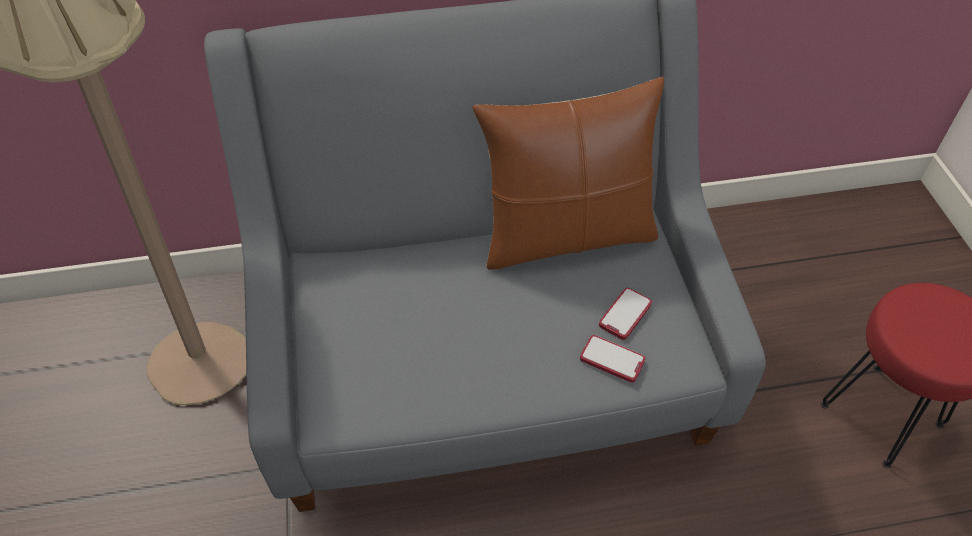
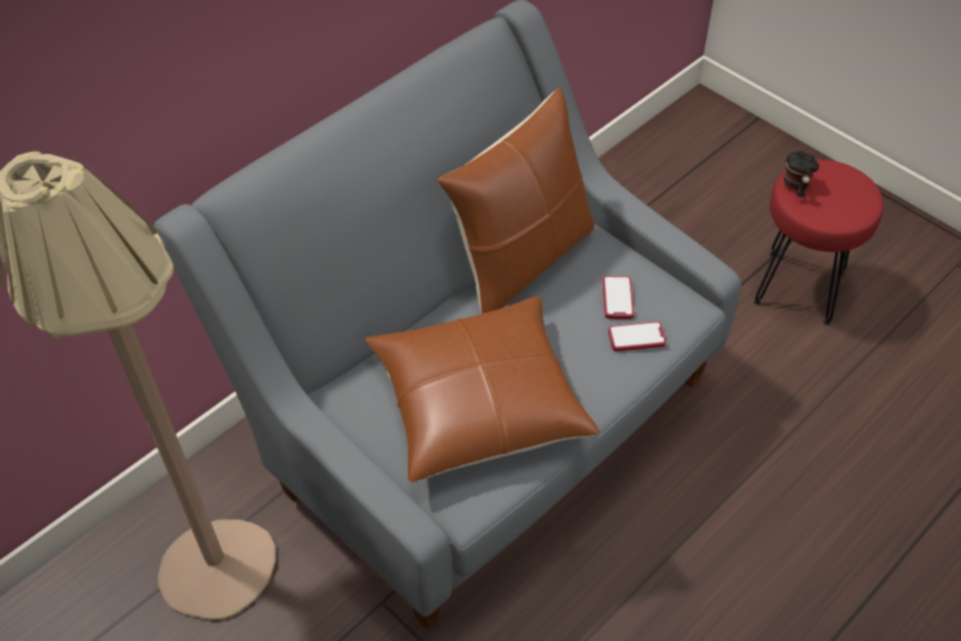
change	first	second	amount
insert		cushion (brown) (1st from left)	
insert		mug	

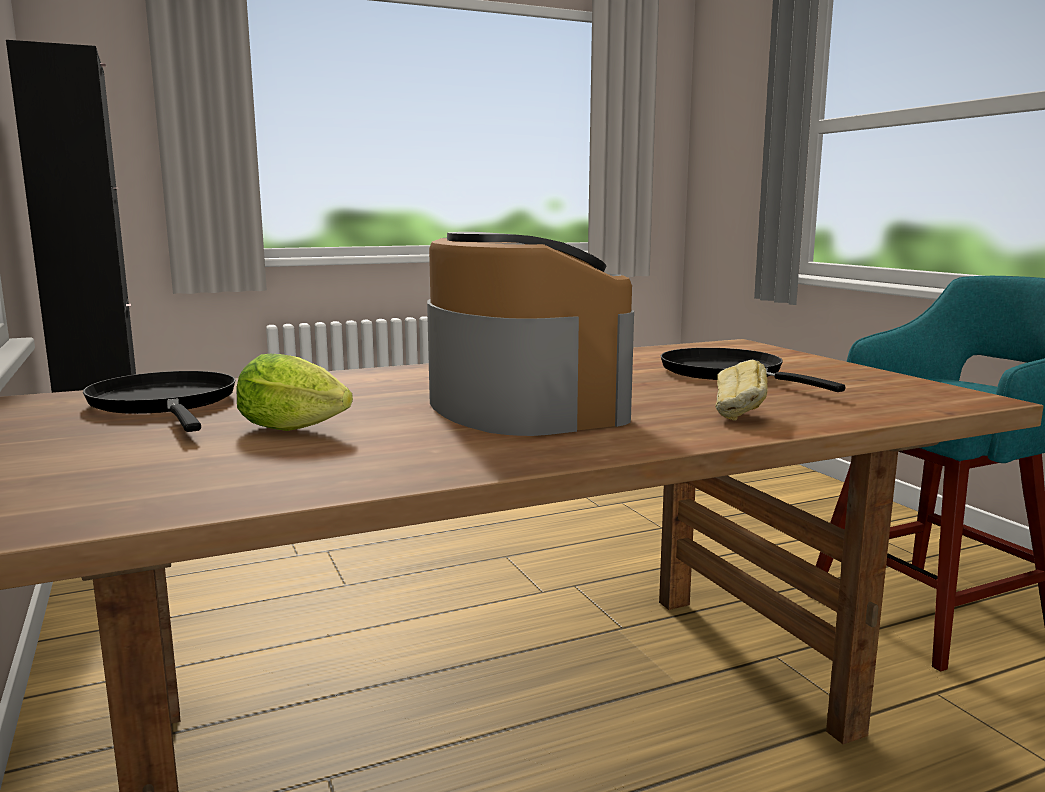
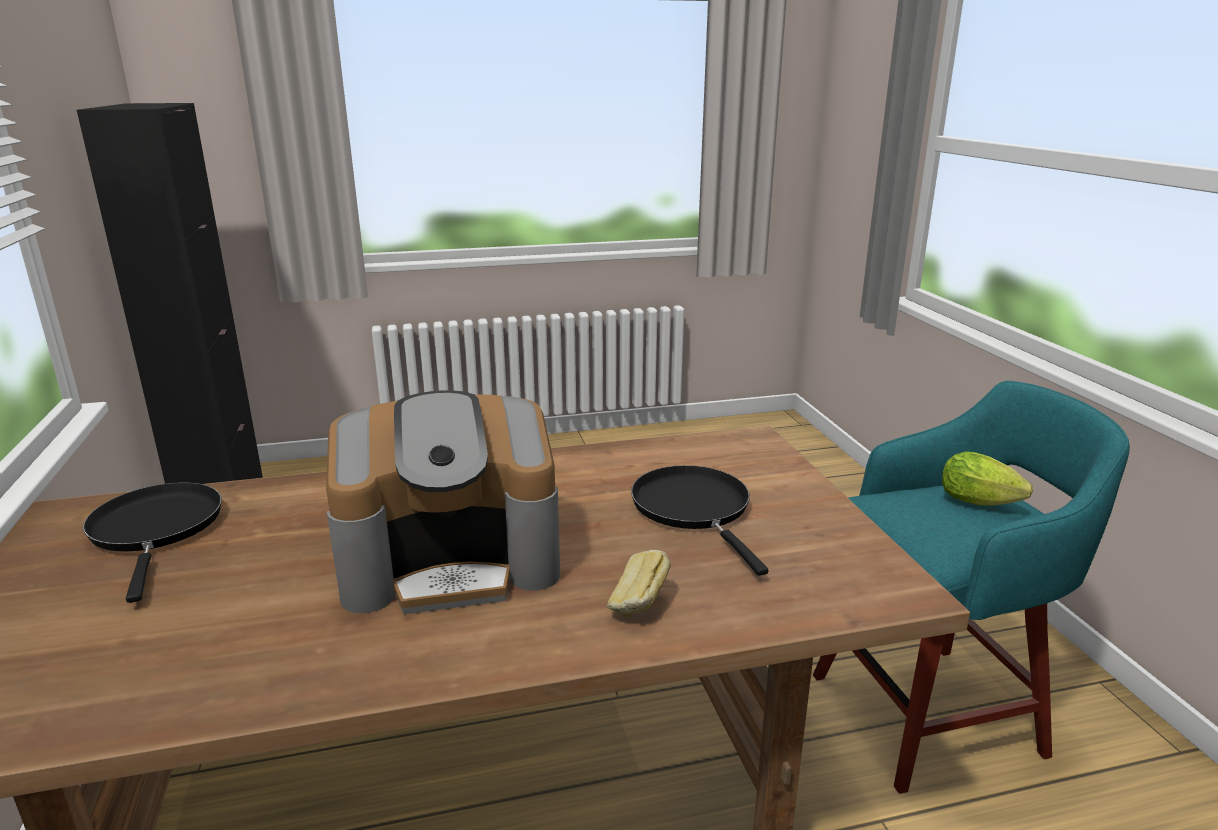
change	first	second	amount
rotate	coffee maker		90 degrees clockwise
move	head of lettuce		

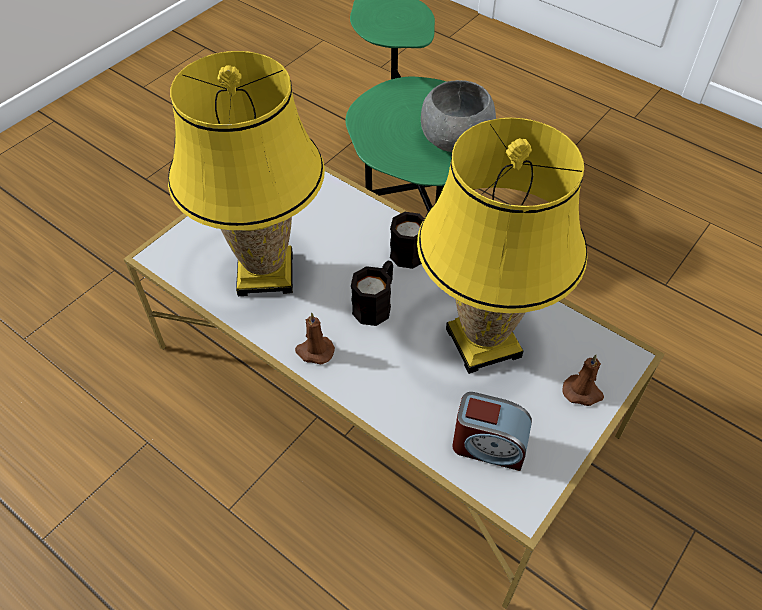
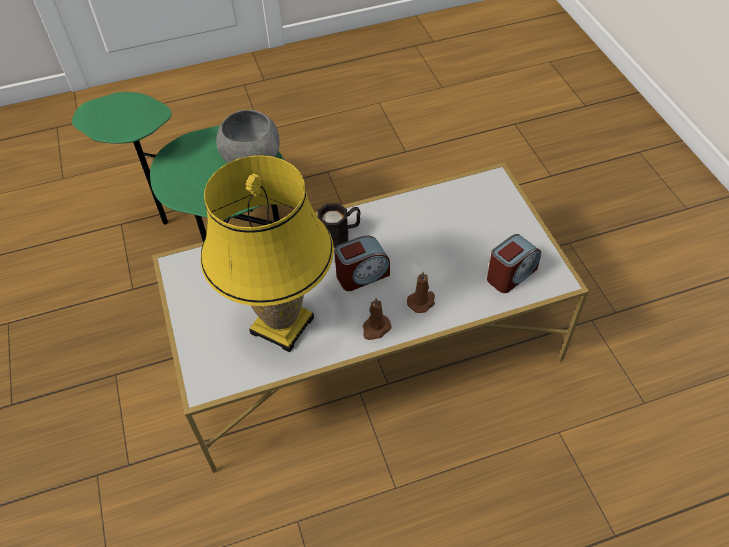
change	first	second	amount
replace	mug (blackish) (1st from left)	table clock (1st from left)	
move	candle (brown) (2nd from left)		
delete	tabletop lamp (yellow) (2nd from left)		

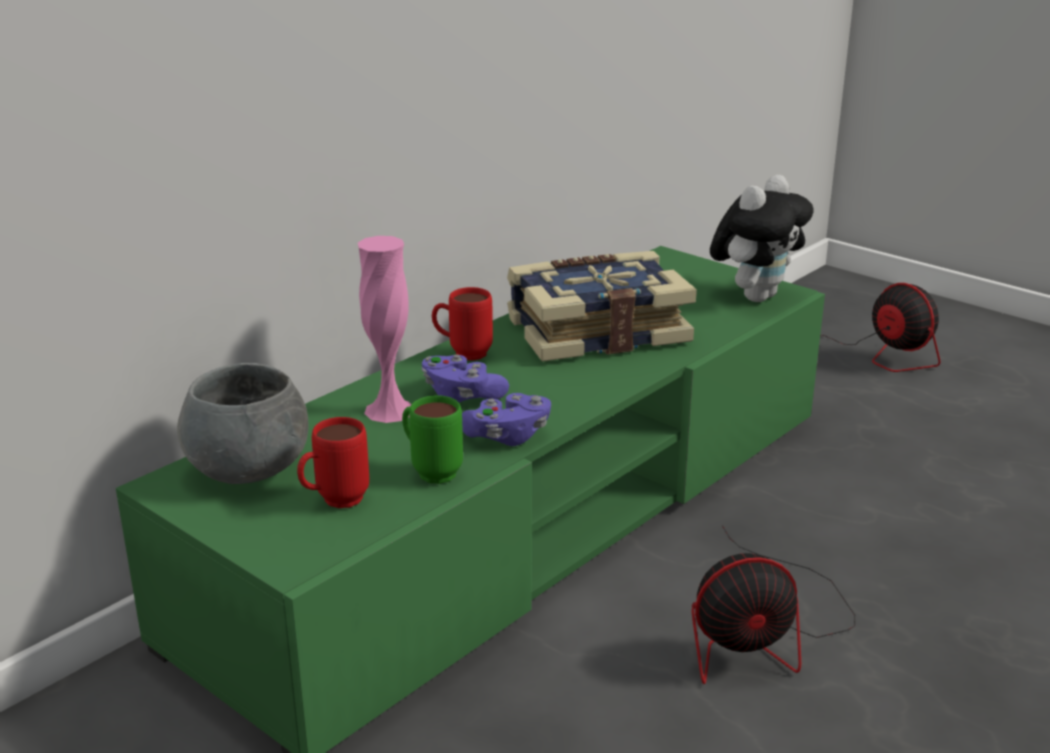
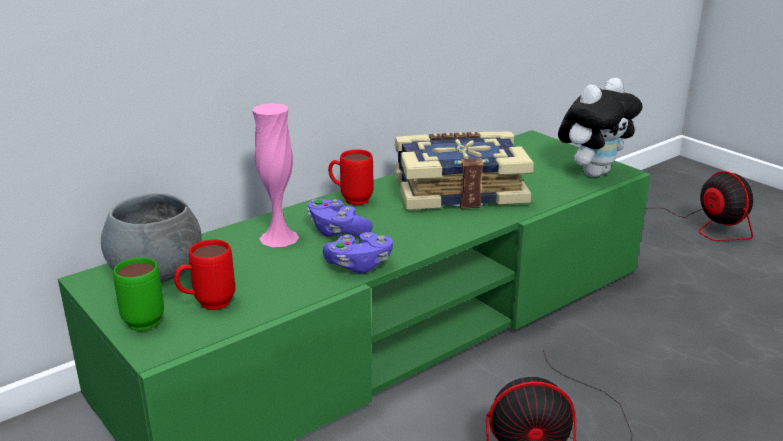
change	first	second	amount
move	mug (green-coloured)		

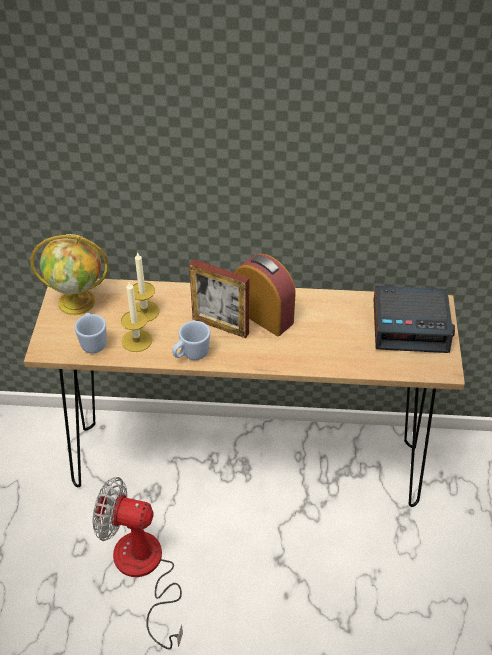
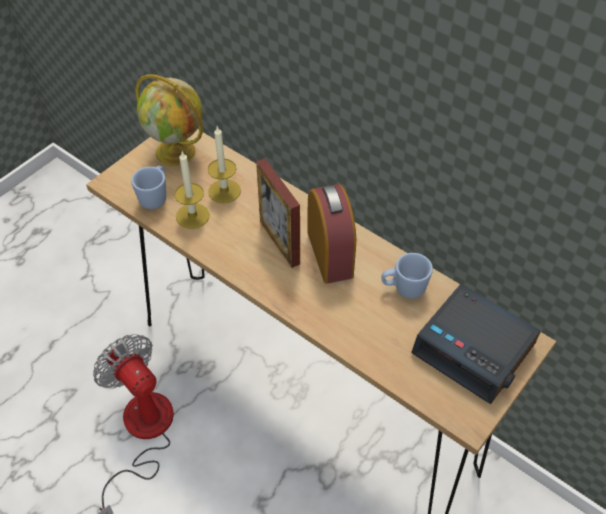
change	first	second	amount
move	mug (blue-coloured) (2nd from left)		

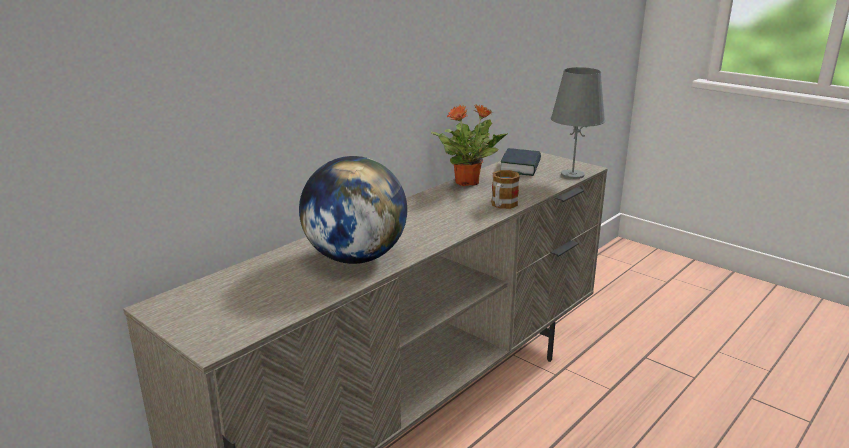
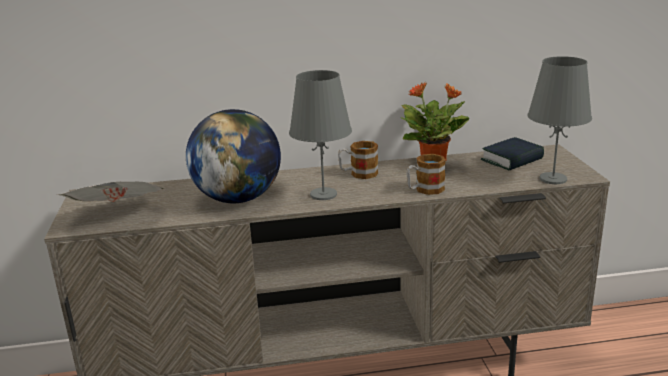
change	first	second	amount
insert		daily paper	
insert		tabletop lamp (grey) (1st from left)	
insert		mug (1st from left)	

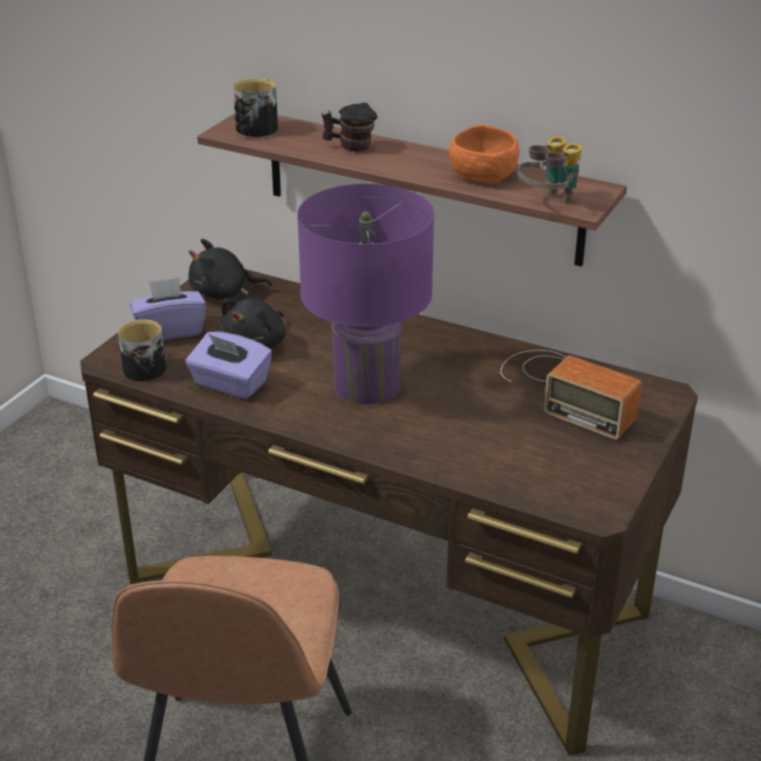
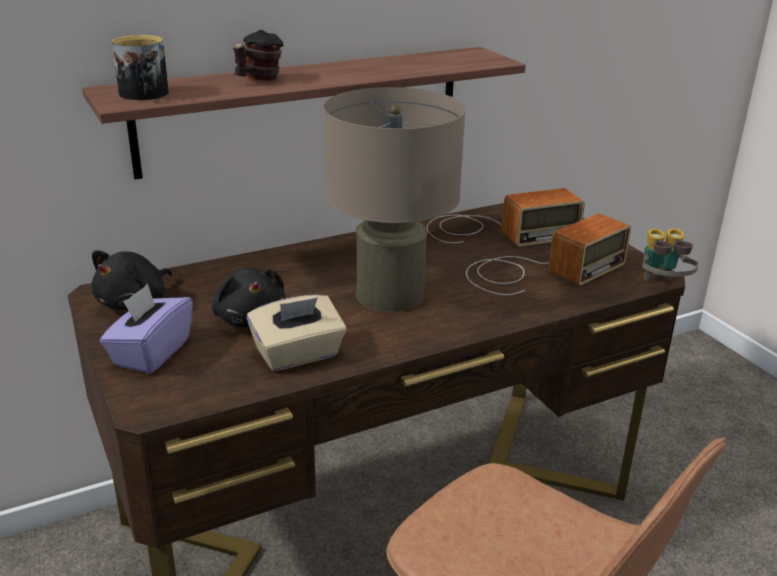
change	first	second	amount
recolor	box of tissues (purple) (2nd from left)	box of tissues (sand-coloured)	
recolor	tabletop lamp (purple)	tabletop lamp (sand-coloured)	
insert		radio set (2nd from left)	
move	binoculars		
delete	mug (1st from left)		
delete	bowl (orange-coloured)		

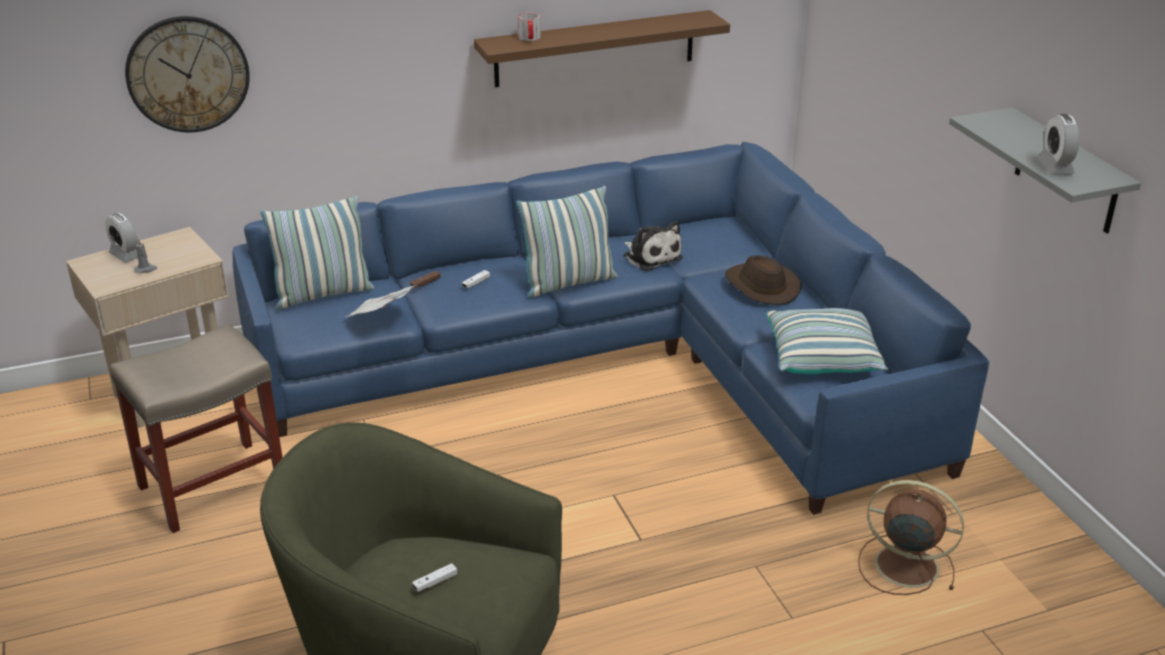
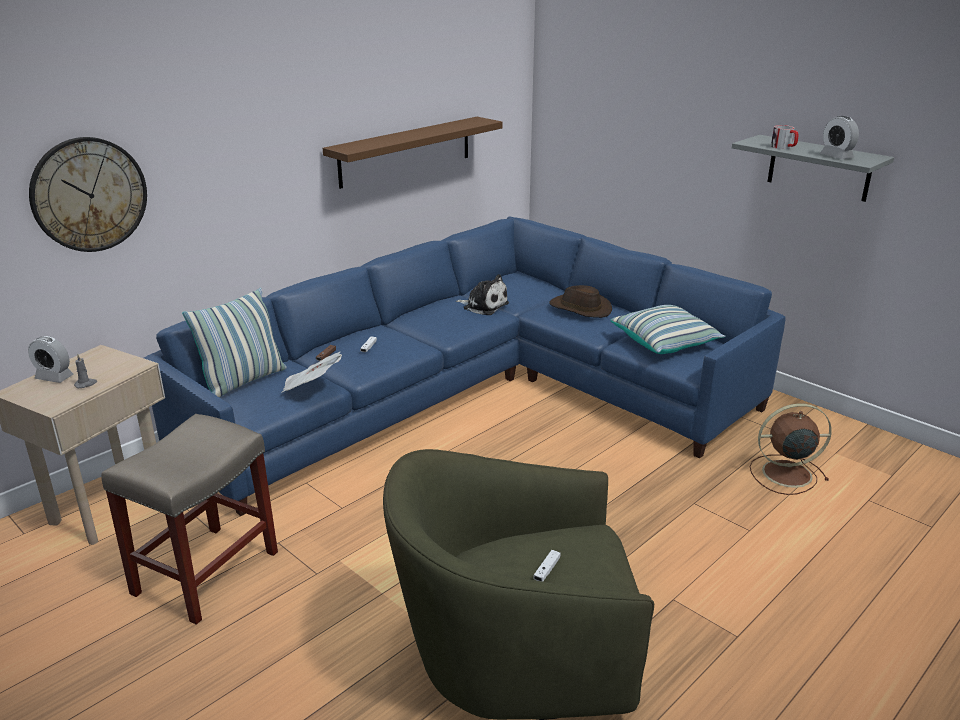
change	first	second	amount
move	mug		
delete	cushion (2nd from left)		

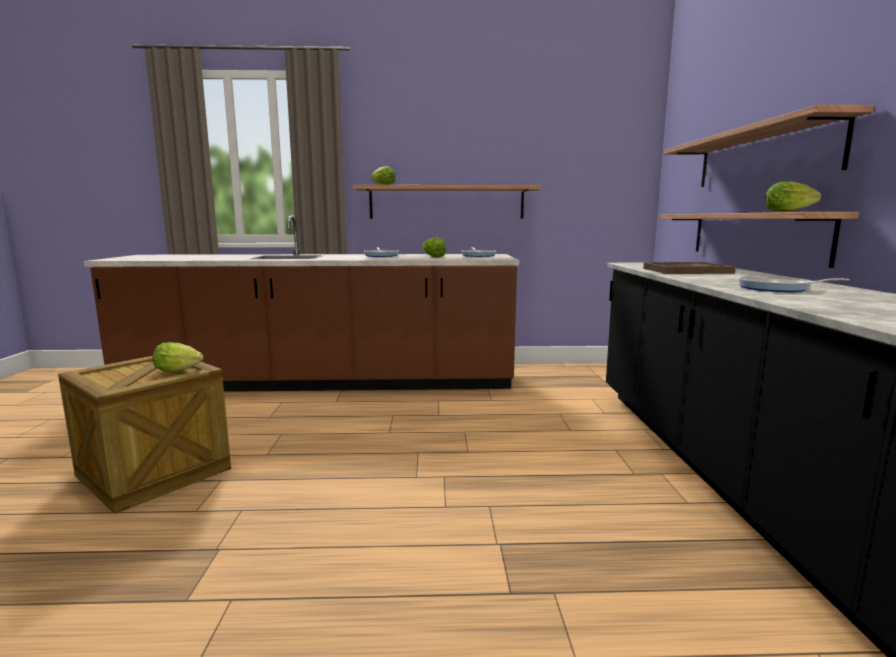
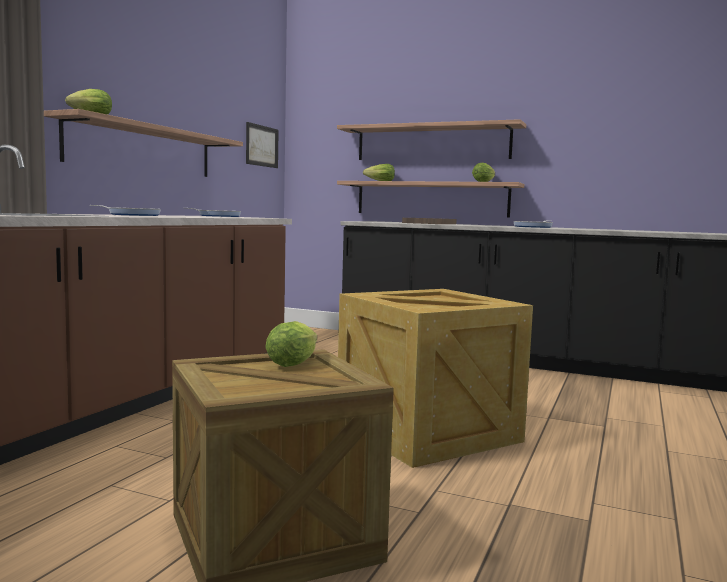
change	first	second	amount
insert		wall picture	
insert		shipping crate (2nd from left)	
move	head of lettuce (3rd from left)		

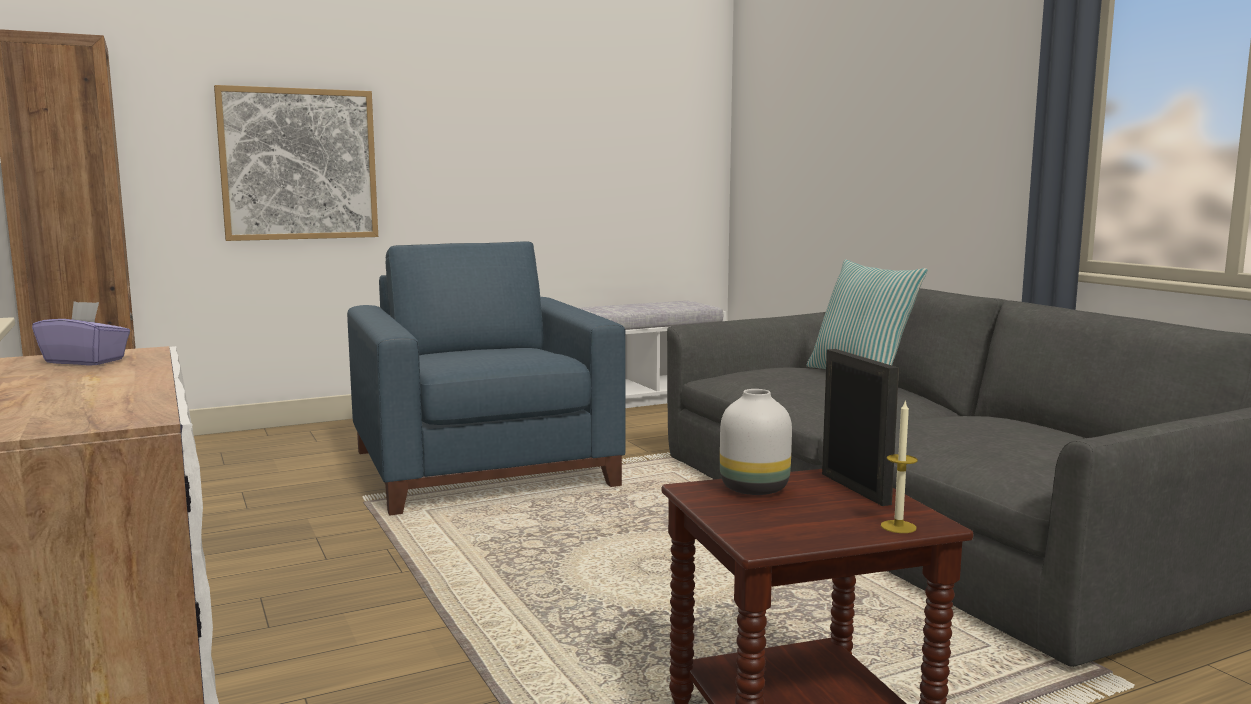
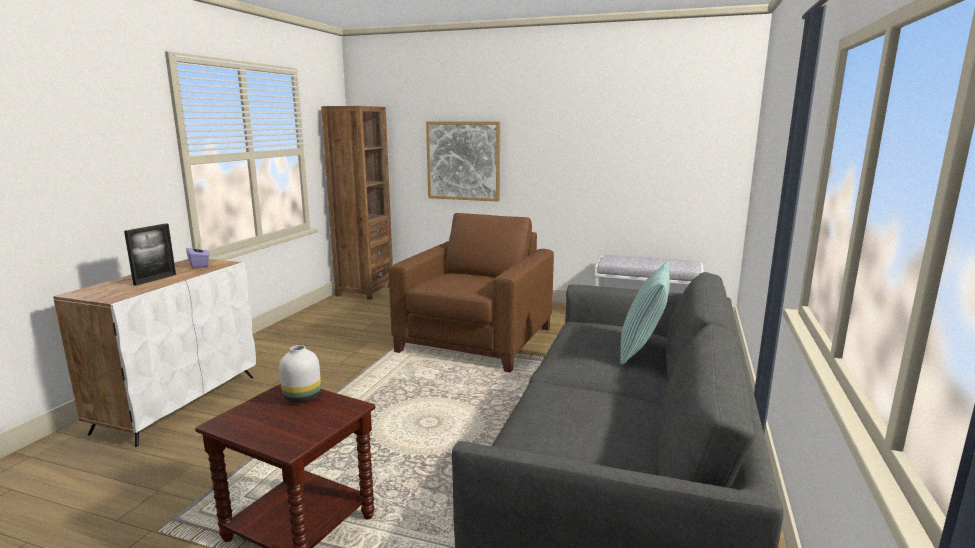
change	first	second	amount
move	picture frame		
recolor	lounge chair (blue-coloured)	lounge chair (brown)	
delete	candle		

